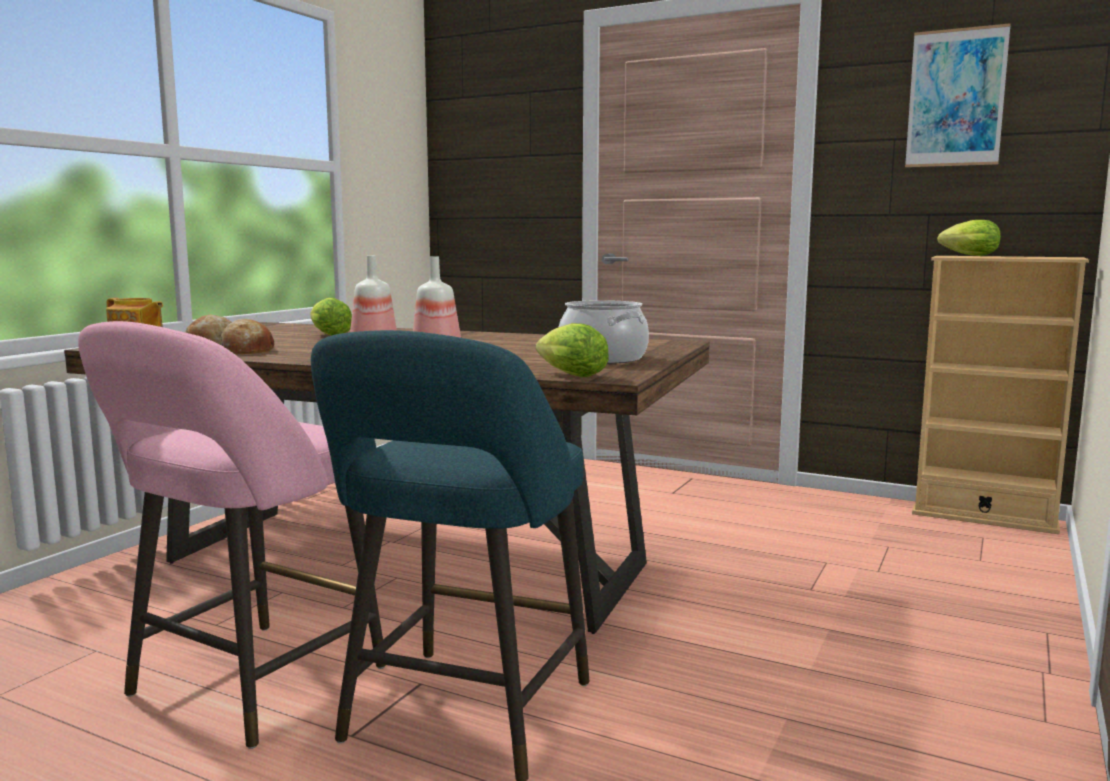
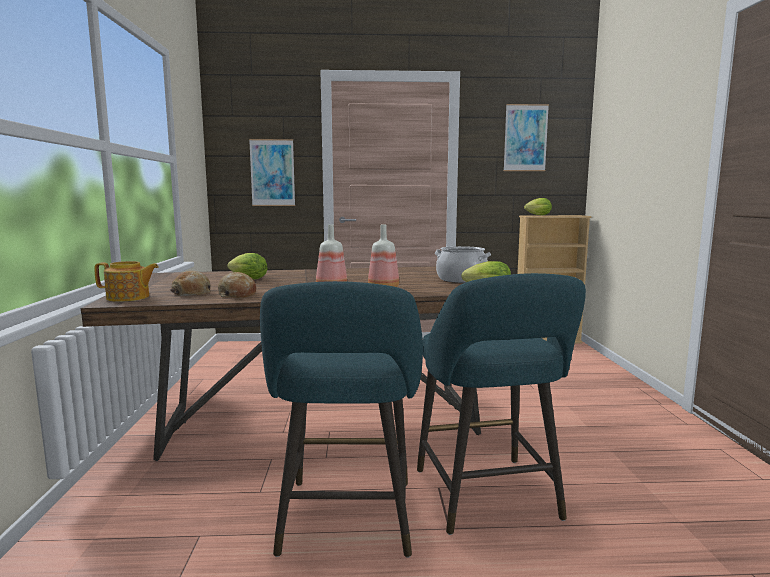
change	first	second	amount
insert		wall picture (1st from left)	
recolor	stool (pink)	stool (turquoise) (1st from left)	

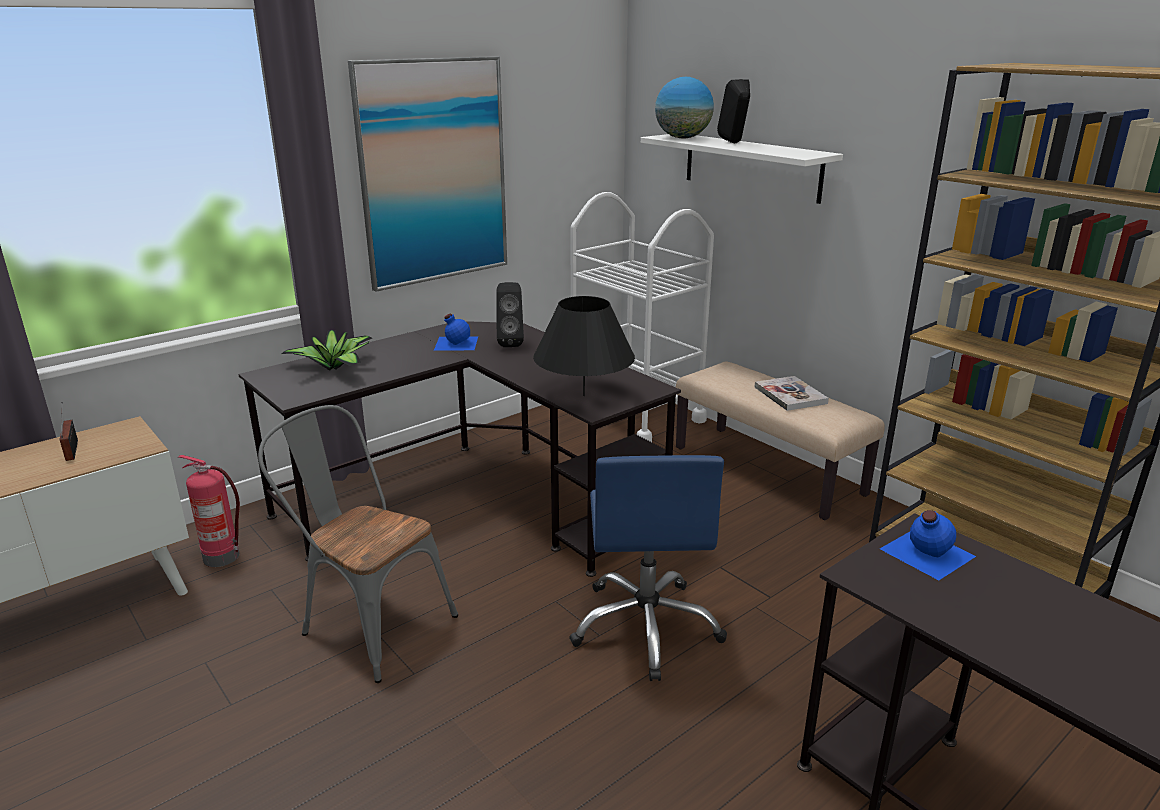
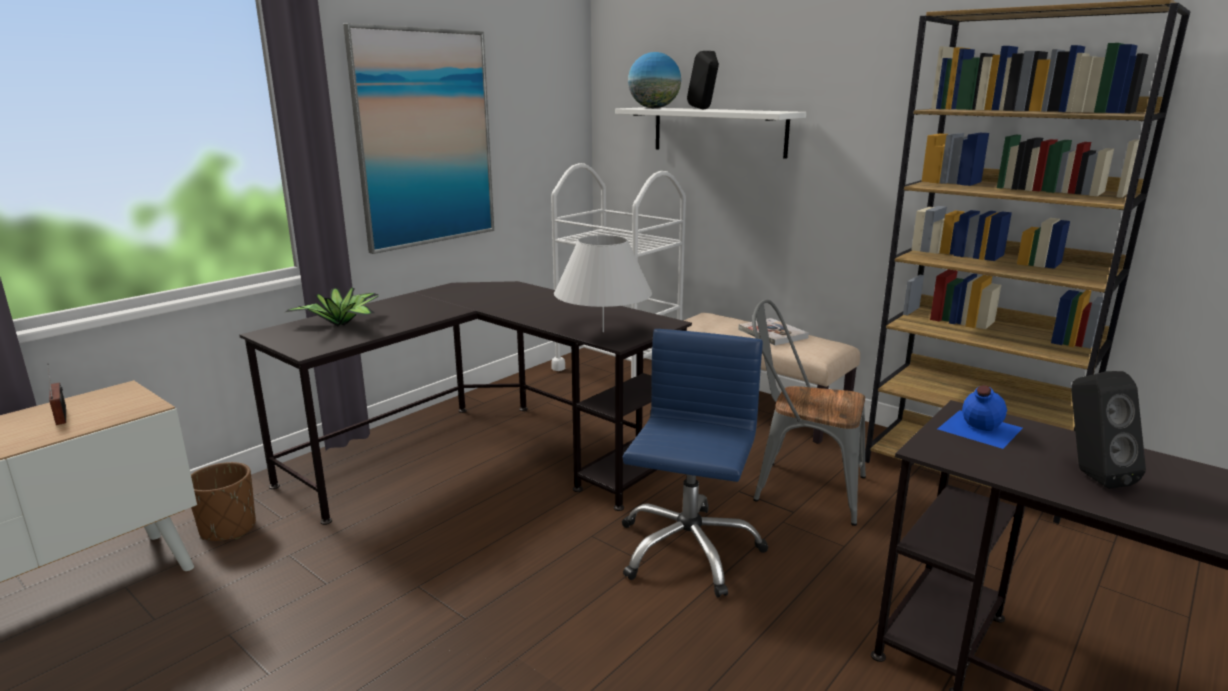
change	first	second	amount
replace	fire-fighting cylinder	flower pot (brown)	
recolor	tabletop lamp (blackish)	tabletop lamp (white)	
rotate	desk chair (blue-coloured)		150 degrees counterclockwise
move	plain chair (grey)		
move	audio speaker (blackish) (1st from left in the first image)	audio speaker (blackish) (2nd from left)	
delete	beverage bottle (blue-coloured) (1st from left)		

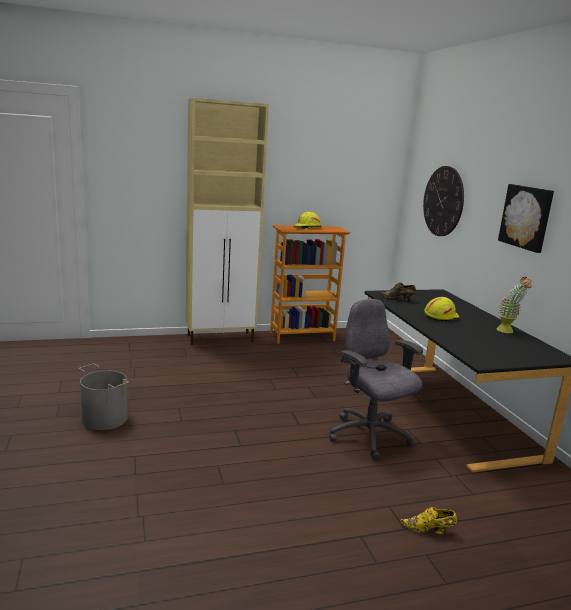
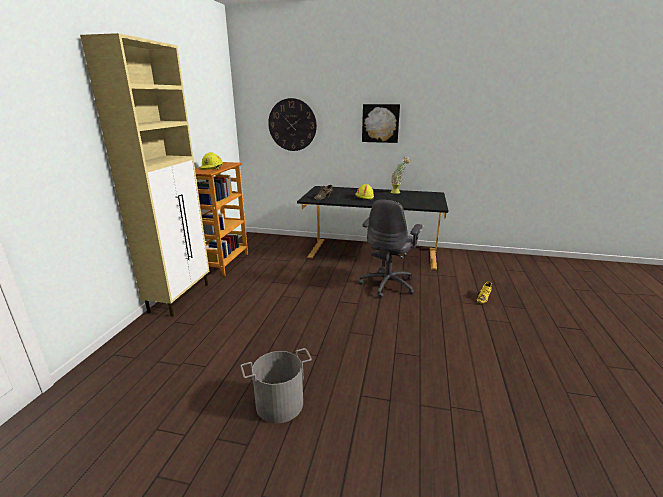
change	first	second	amount
rotate	desk chair (grey)		60 degrees counterclockwise

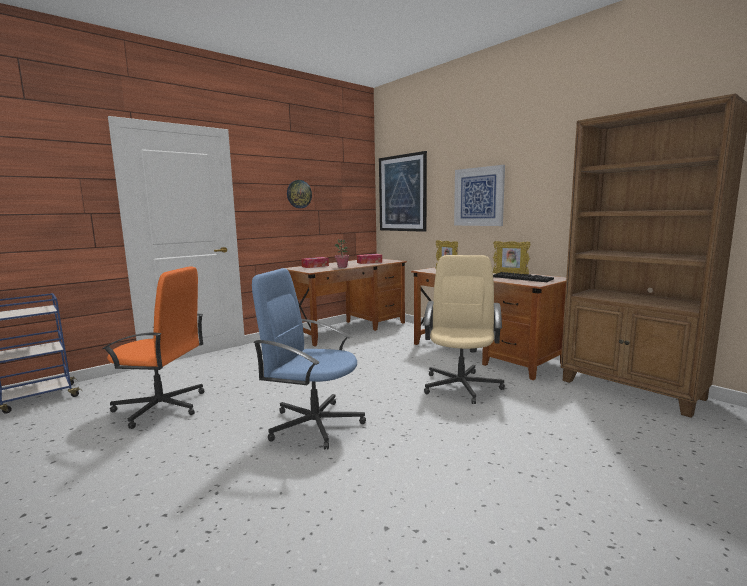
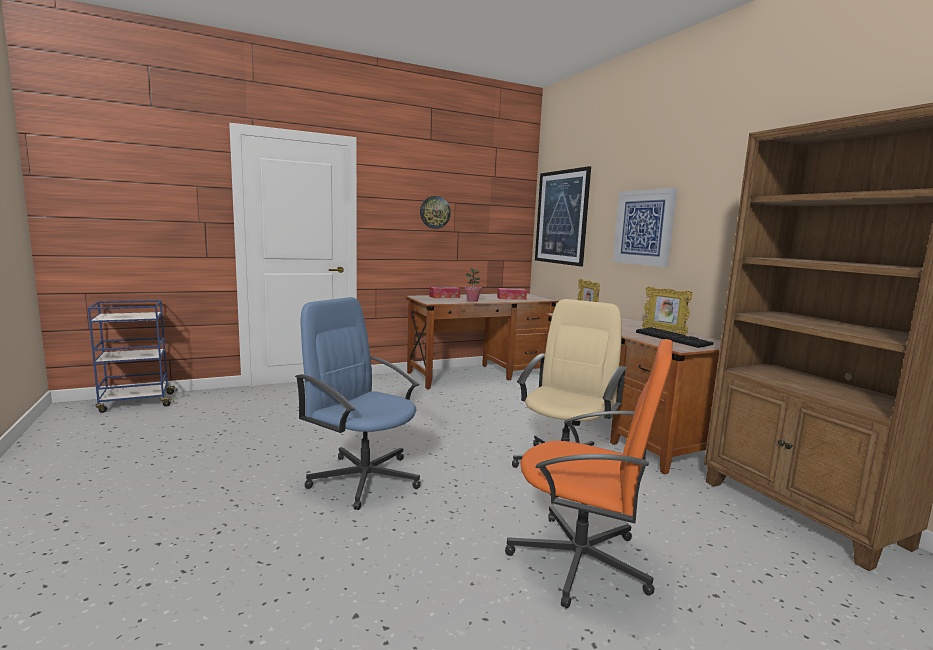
change	first	second	amount
move	desk chair (orange-coloured)		

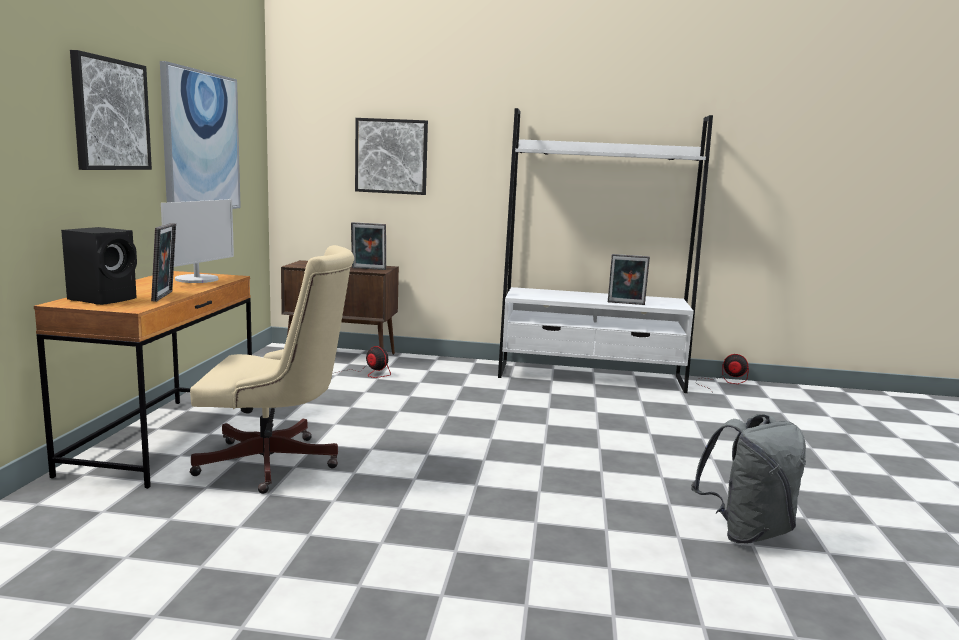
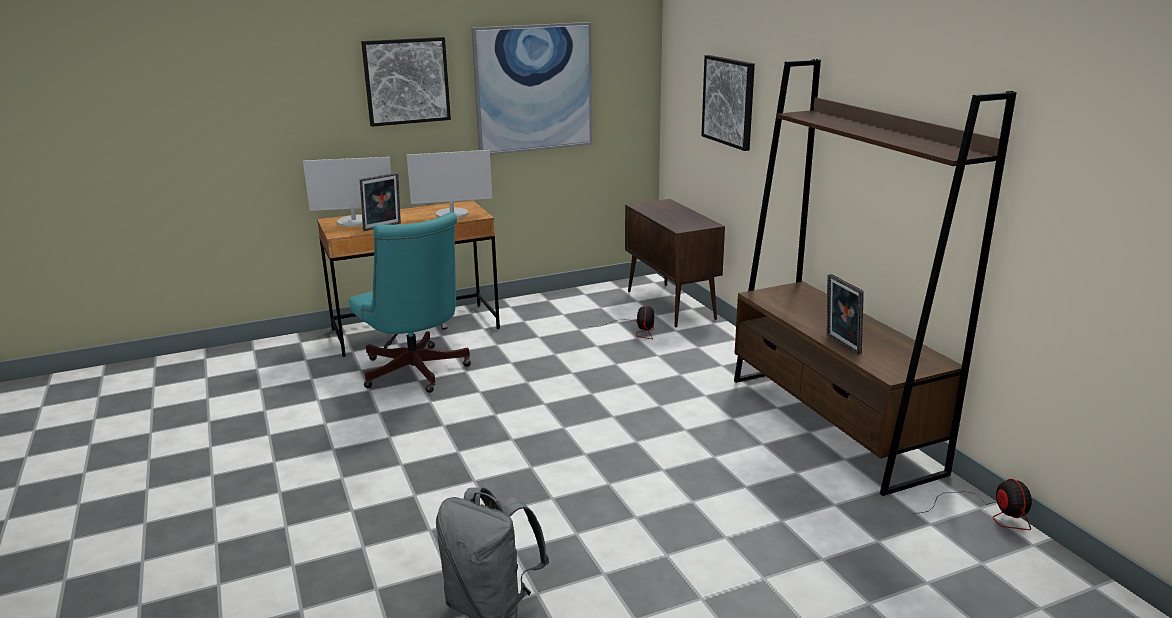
change	first	second	amount
replace	audio speaker (blackish)	computer screen (1st from left)	
recolor	desk chair (sand-coloured)	desk chair (turquoise)	
recolor	bookshelf (white)	bookshelf (brown)	
delete	picture frame (2nd from left)		

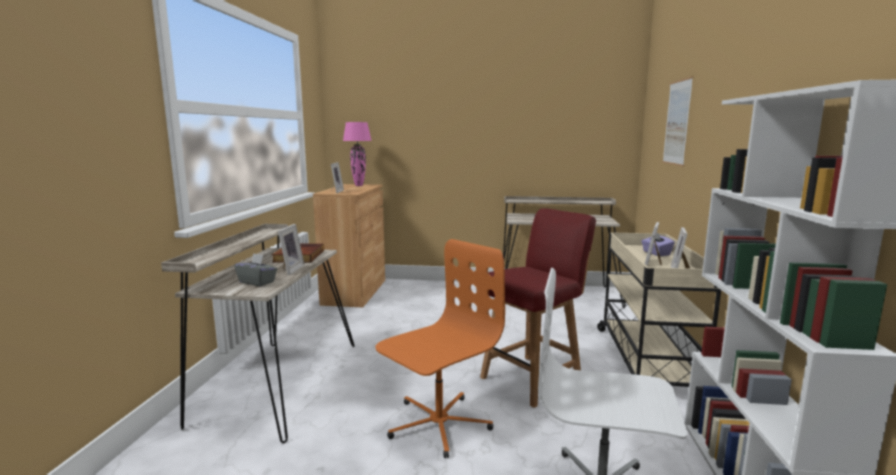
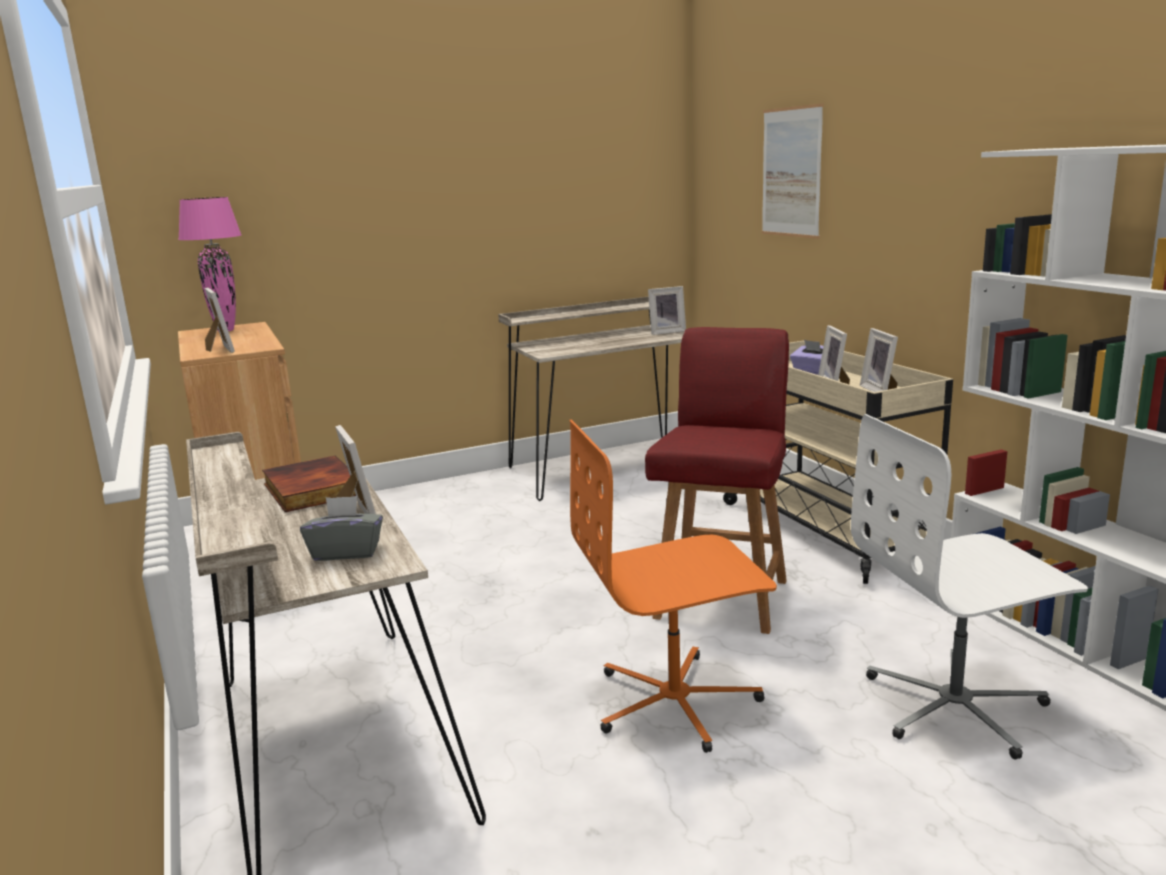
change	first	second	amount
rotate	desk chair (orange-coloured)		120 degrees counterclockwise
insert		picture frame (3rd from left)	

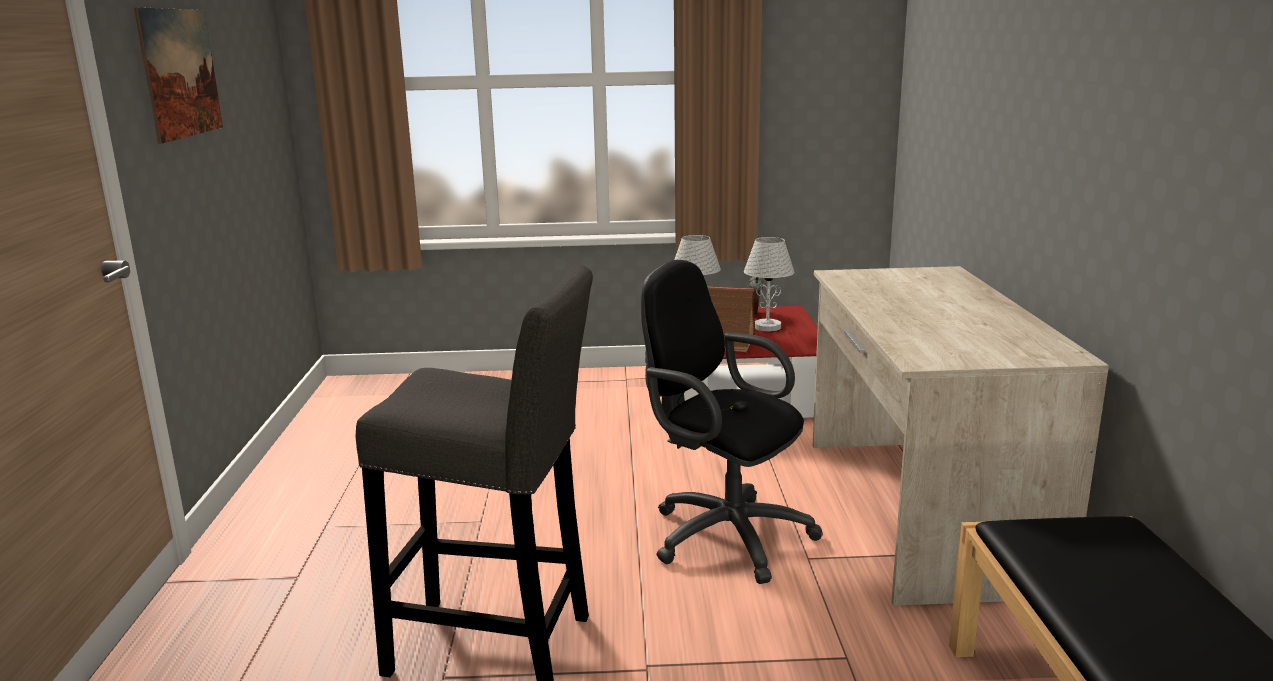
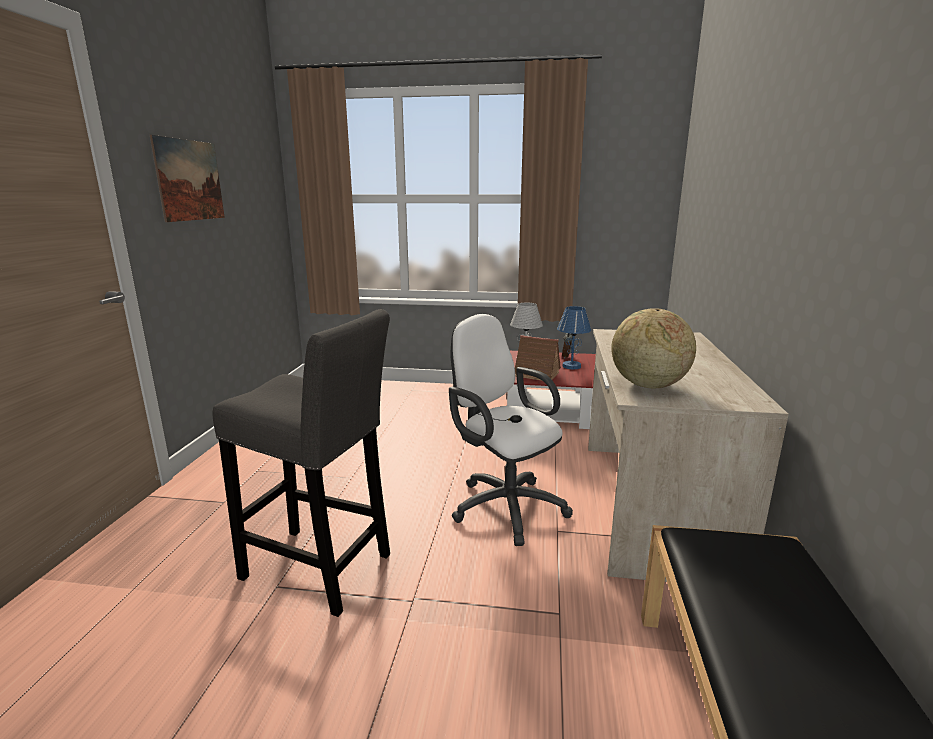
change	first	second	amount
recolor	desk chair (blackish)	desk chair (white)	
recolor	tabletop lamp (white) (2nd from left)	tabletop lamp (blue-coloured)	
insert		globe	

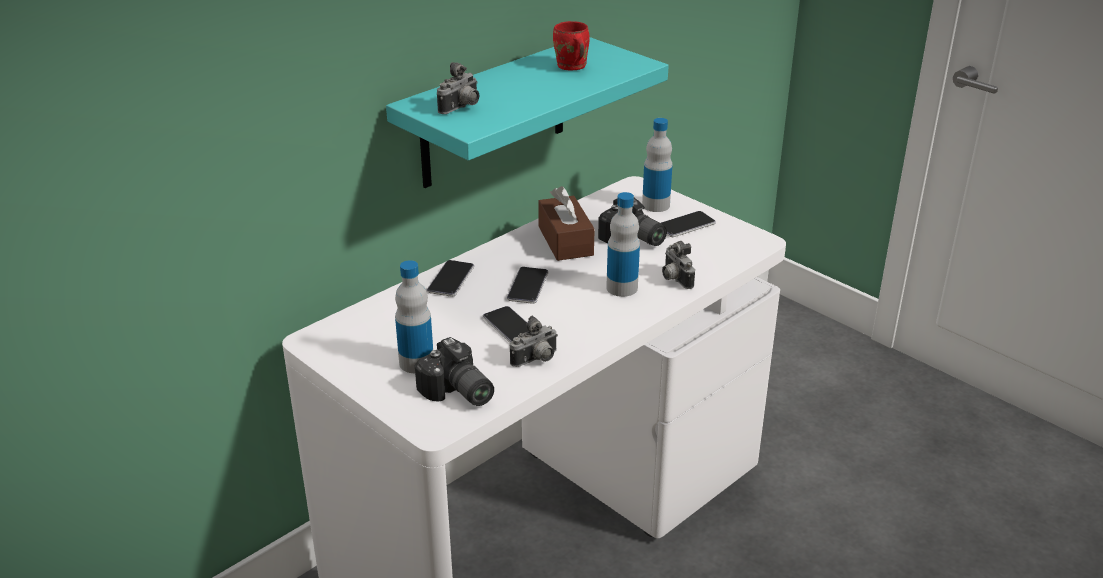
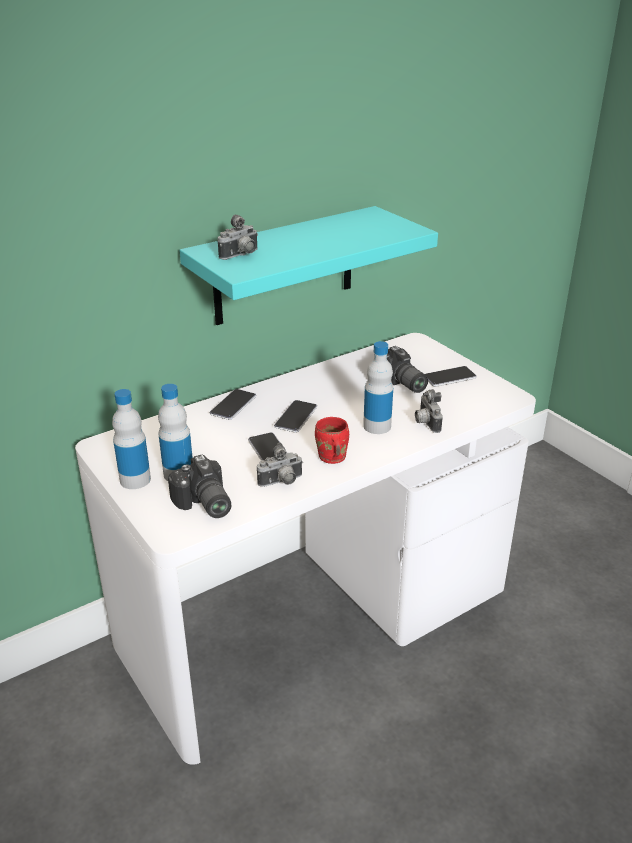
change	first	second	amount
move	beverage bottle (3rd from left in the first image)	beverage bottle (1st from left)	
move	mug (red-coloured)		
delete	box of tissues (brown)		

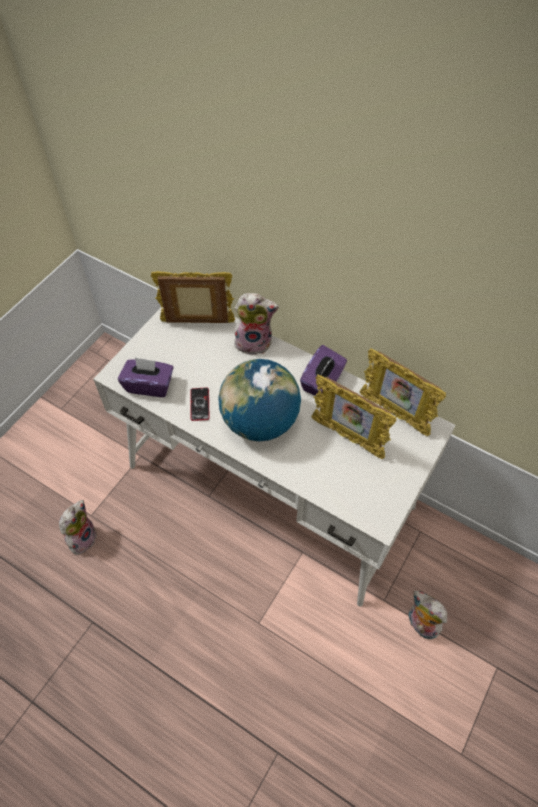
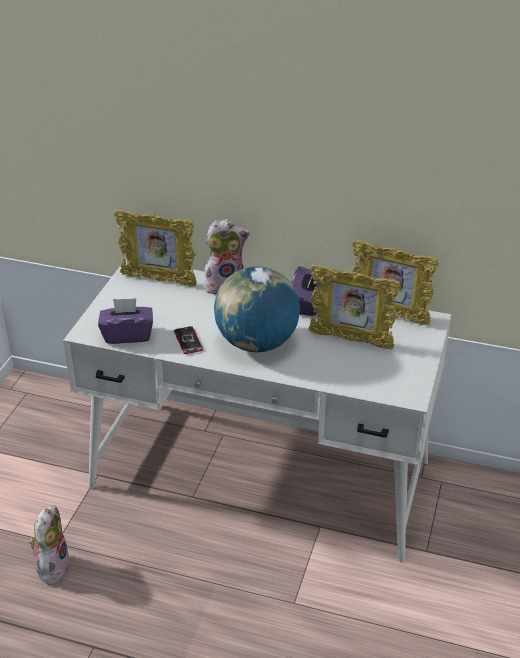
change	first	second	amount
rotate	picture frame (1st from left)		150 degrees counterclockwise
delete	plush toy (3rd from left)		

